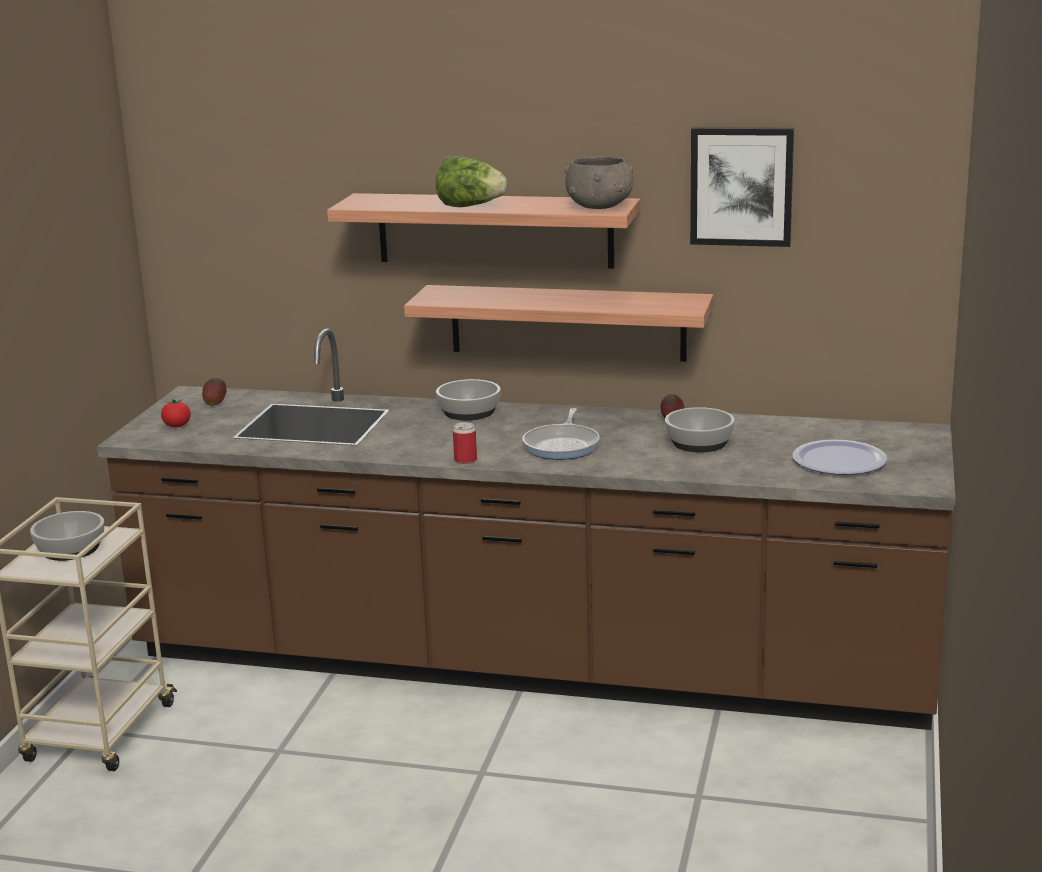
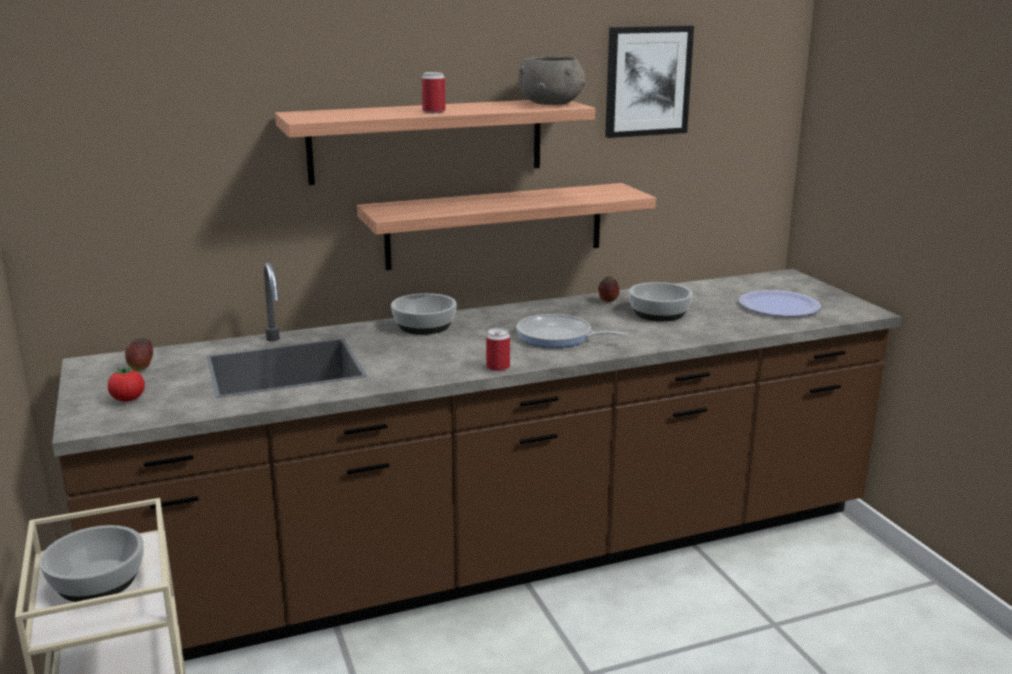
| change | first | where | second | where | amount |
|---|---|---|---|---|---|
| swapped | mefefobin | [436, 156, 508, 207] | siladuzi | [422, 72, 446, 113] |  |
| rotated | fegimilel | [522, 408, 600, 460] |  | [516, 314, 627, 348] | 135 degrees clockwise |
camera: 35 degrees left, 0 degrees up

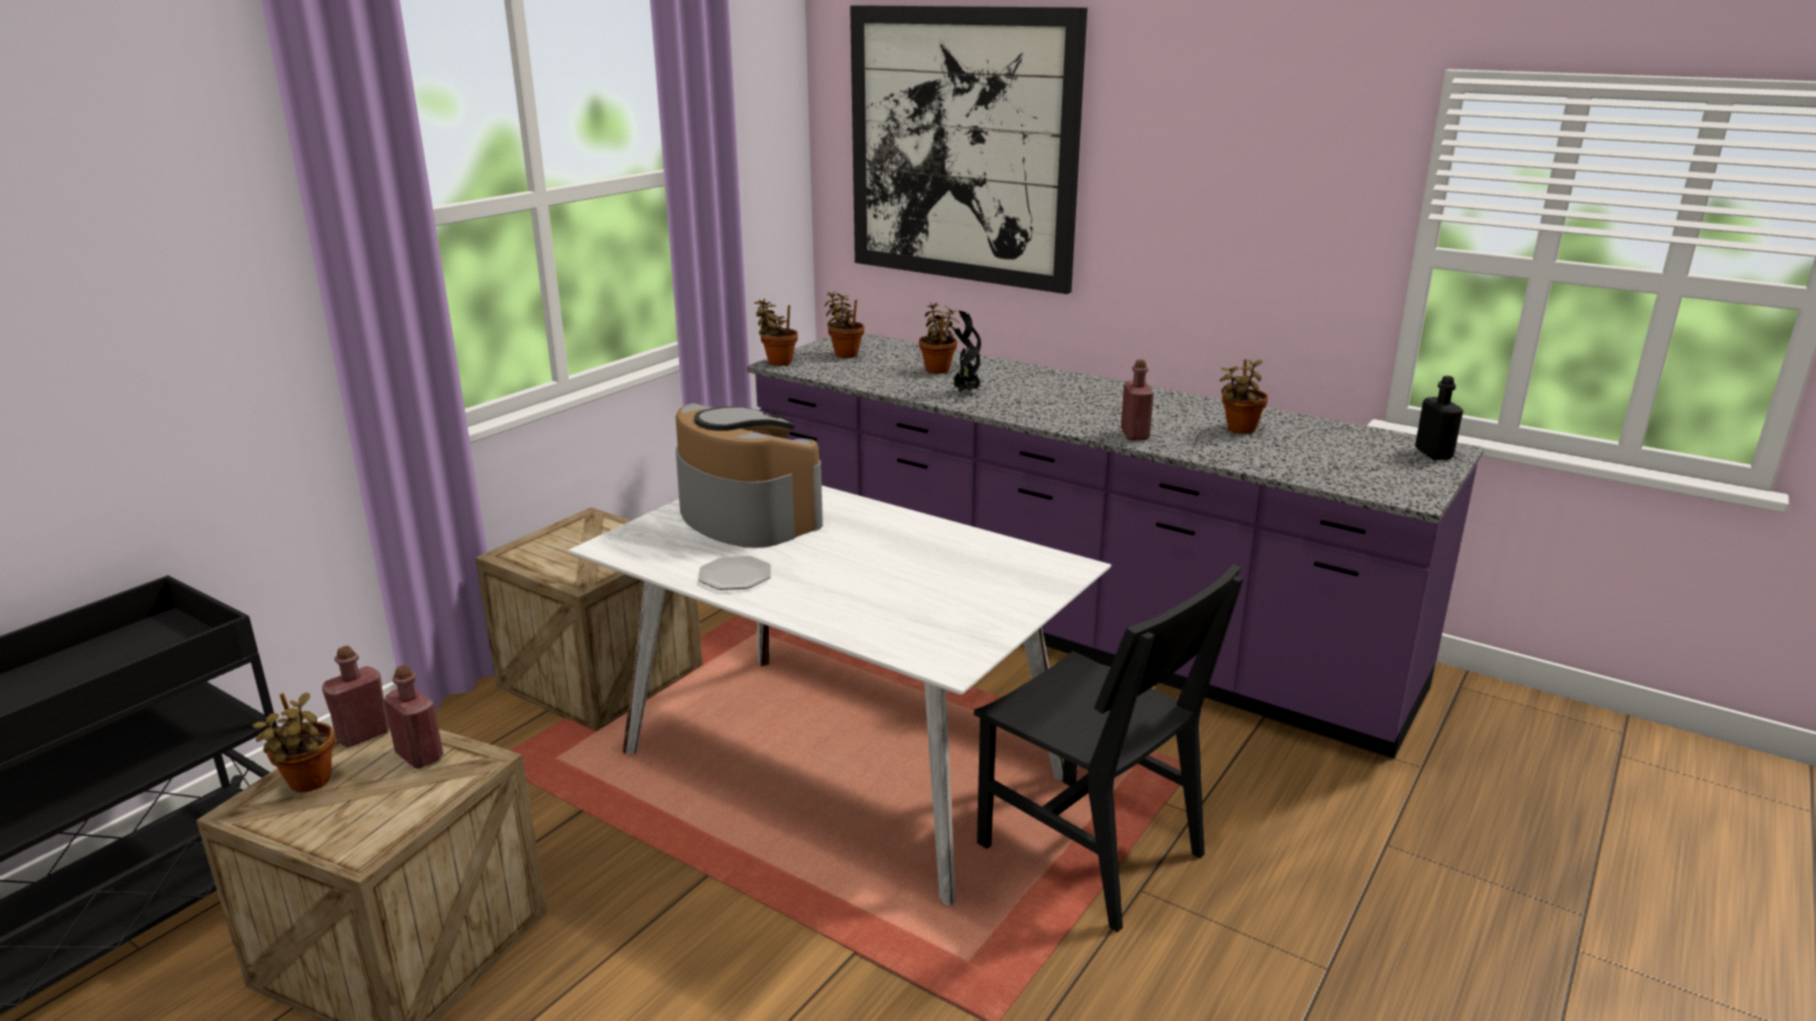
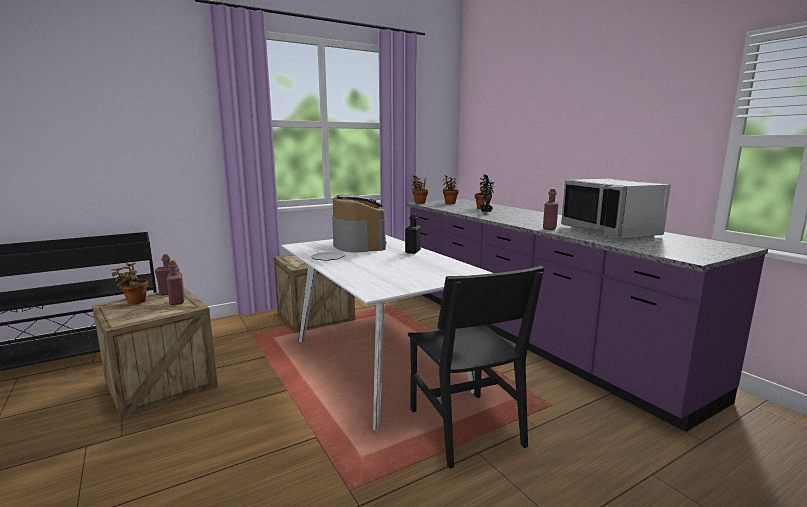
| change | first | where | second | where | amount |
|---|---|---|---|---|---|
| gone | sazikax | [850, 5, 1087, 294] |  |  |  |
| swapped | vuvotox | [1220, 359, 1268, 434] | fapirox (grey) | [561, 179, 671, 238] |  |
| shifted | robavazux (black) | [1415, 376, 1463, 460] |  | [405, 214, 421, 254] |  |
camera: 25 degrees right, 10 degrees down

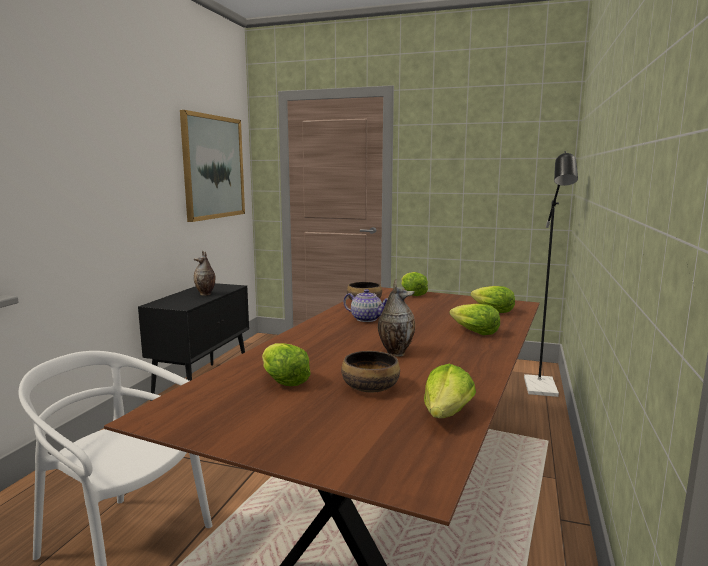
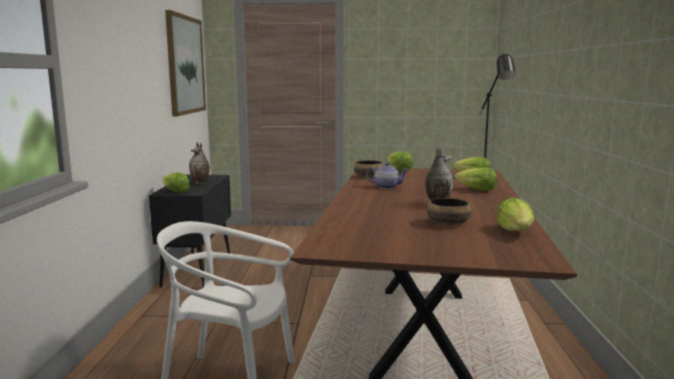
| change | first | where | second | where | amount |
|---|---|---|---|---|---|
| shifted | mefefobin | [262, 343, 310, 386] |  | [163, 172, 190, 193] |  |
camera: 15 degrees left, 0 degrees up

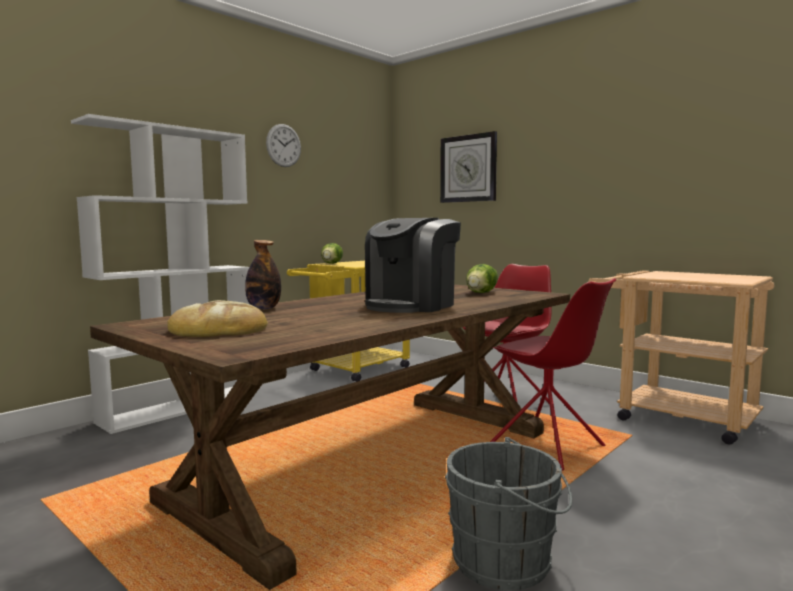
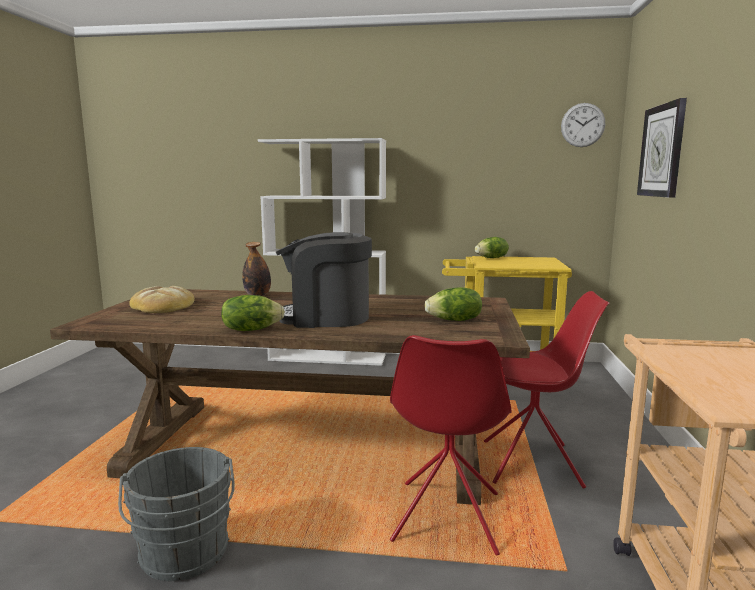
| change | first | where | second | where | amount |
|---|---|---|---|---|---|
| shifted | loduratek | [266, 124, 301, 167] |  | [561, 103, 605, 147] |  |
| new |  |  | mefefobin | [221, 295, 285, 331] |  |
camera: 55 degrees right, 5 degrees up

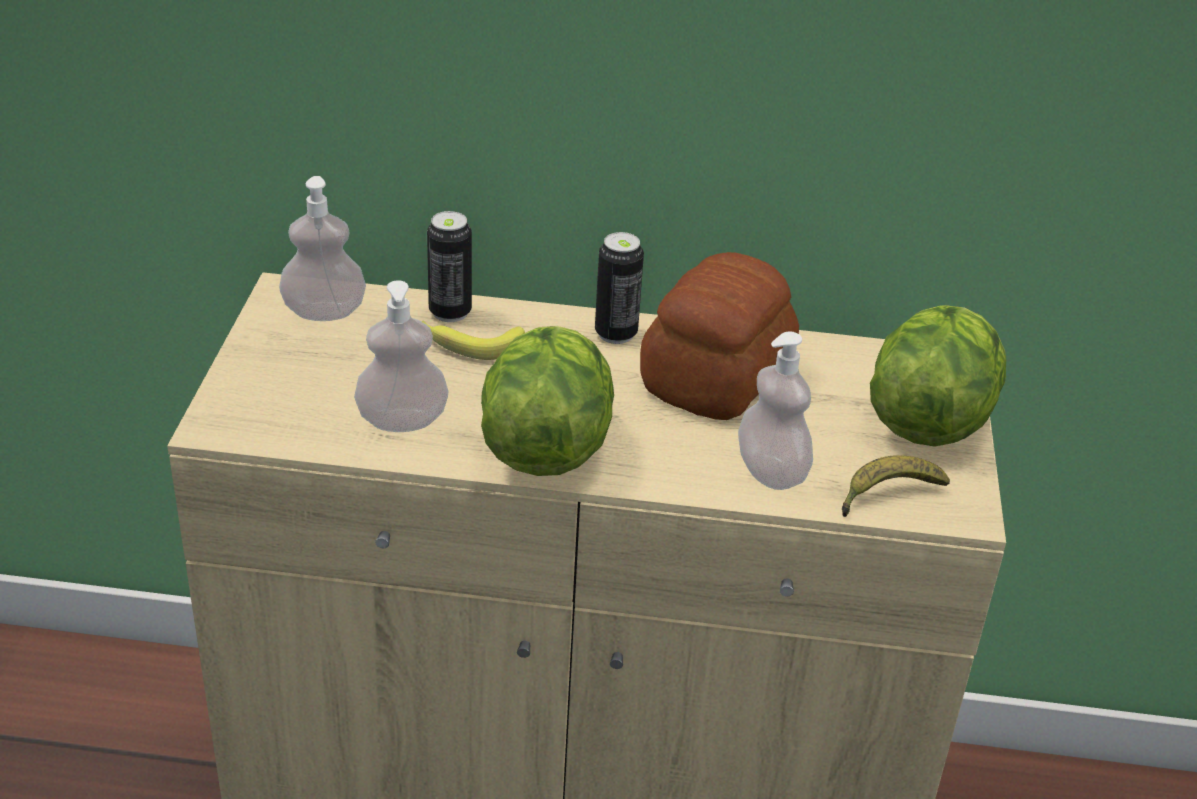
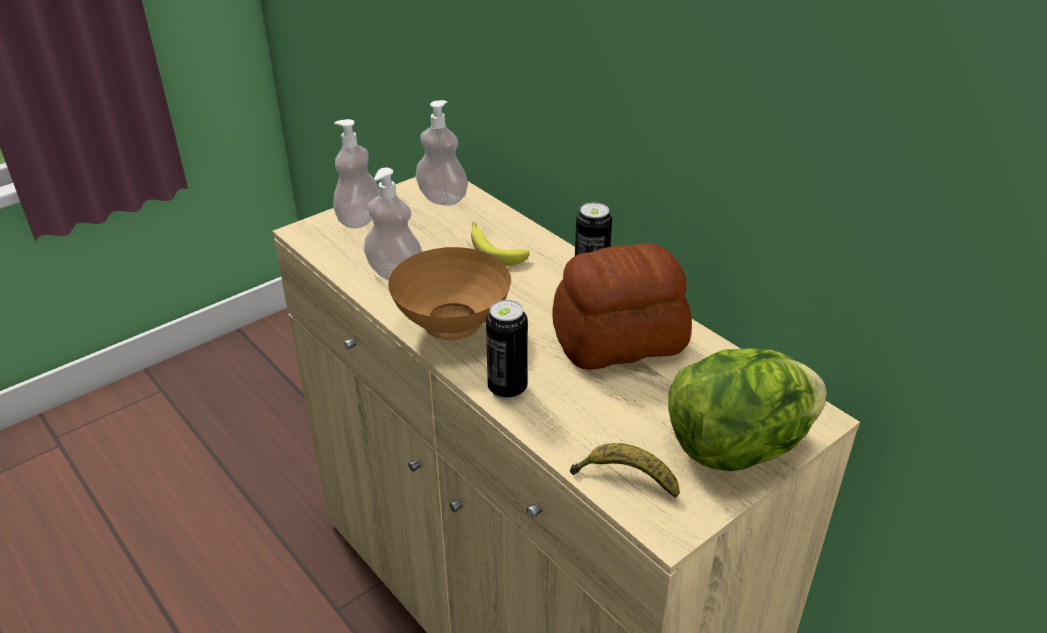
| change | first | where | second | where | amount |
|---|---|---|---|---|---|
| shifted | siladuzi | [427, 211, 472, 322] |  | [486, 300, 528, 400] |  |
| swapped | mefefobin | [481, 326, 614, 476] | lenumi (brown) | [388, 247, 511, 340] |  |
| shifted | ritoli | [738, 331, 813, 490] |  | [333, 119, 380, 228] |  |
camera: 45 degrees right, 0 degrees up

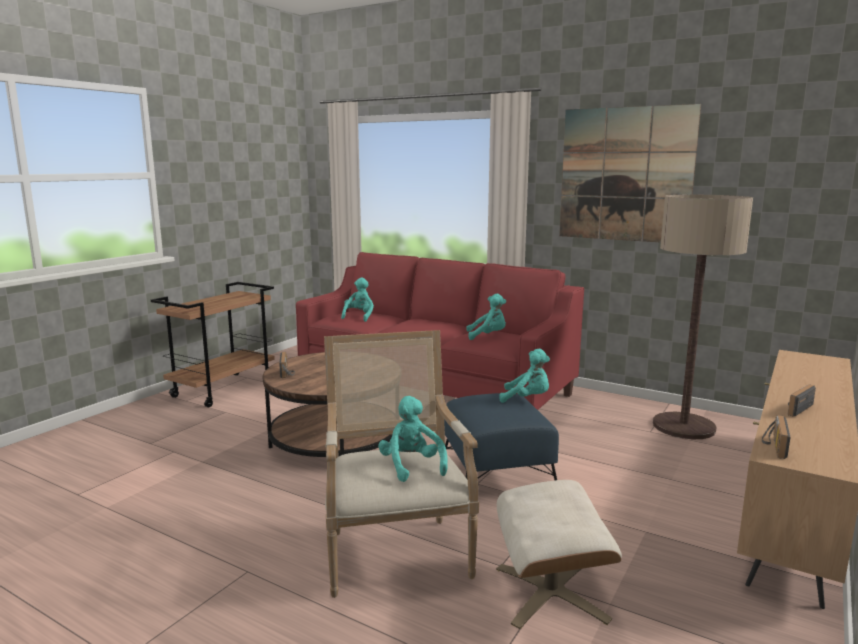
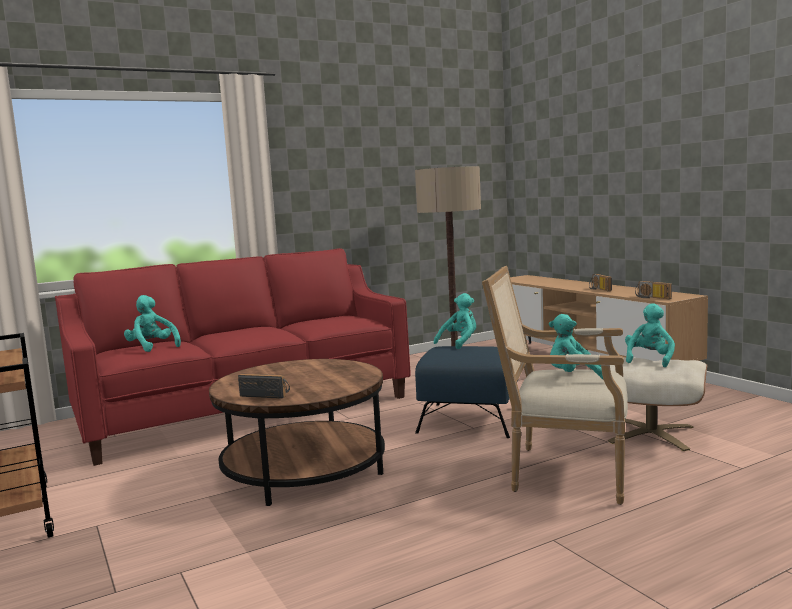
| change | first | where | second | where | amount |
|---|---|---|---|---|---|
| gone | sazikax | [559, 104, 701, 242] |  |  |  |
| shifted | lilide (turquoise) | [467, 294, 506, 340] |  | [625, 303, 675, 367] |  |
camera: 60 degrees left, 5 degrees down

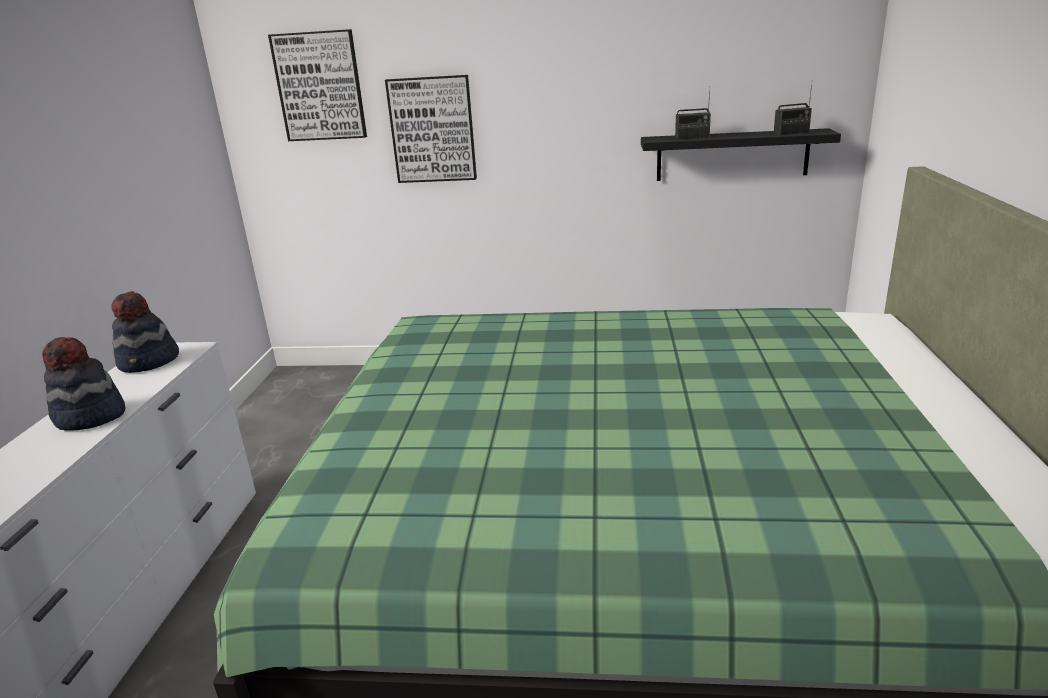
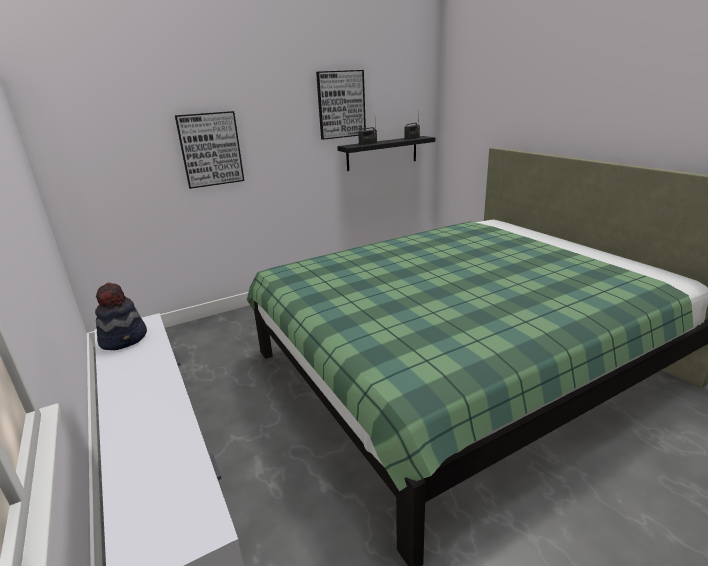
| change | first | where | second | where | amount |
|---|---|---|---|---|---|
| shifted | sazikax | [268, 29, 367, 141] |  | [316, 70, 366, 140] |  |
| gone | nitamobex | [42, 337, 125, 431] |  |  |  |
camera: 35 degrees left, 0 degrees up

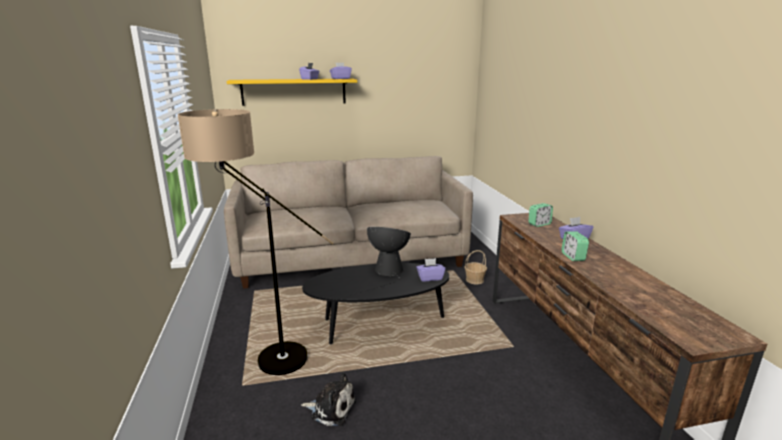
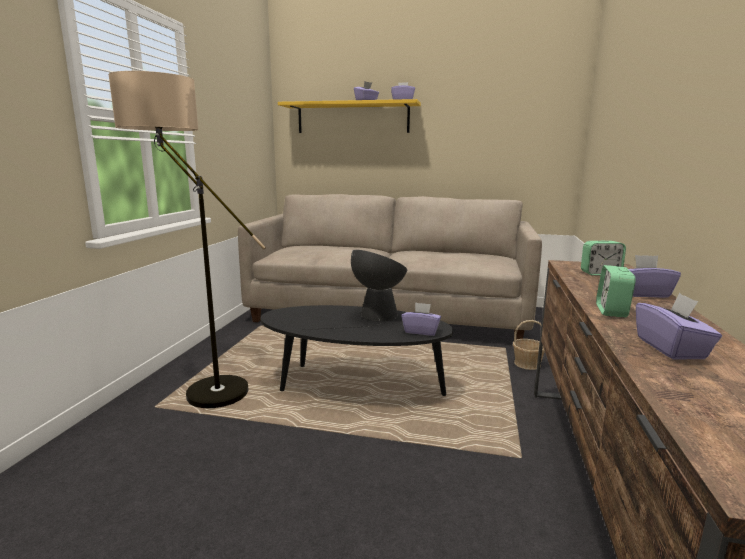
| change | first | where | second | where | amount |
|---|---|---|---|---|---|
| gone | lilide | [301, 373, 356, 426] |  |  |  |
| new |  |  | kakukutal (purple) | [636, 293, 722, 359] |  |
camera: 25 degrees right, 5 degrees down

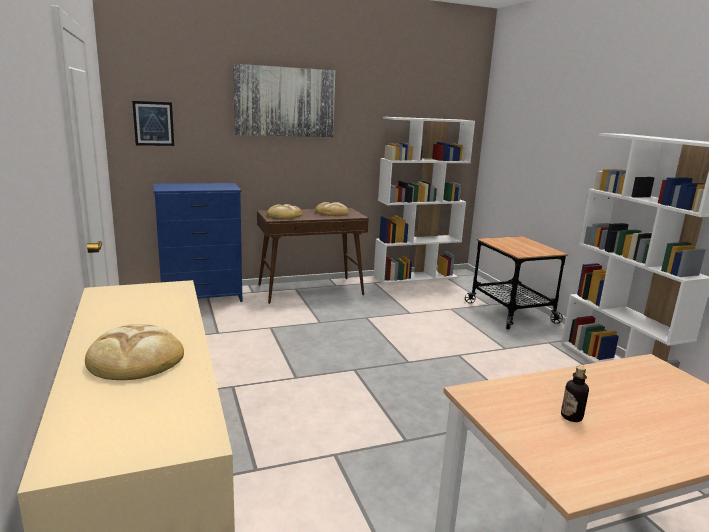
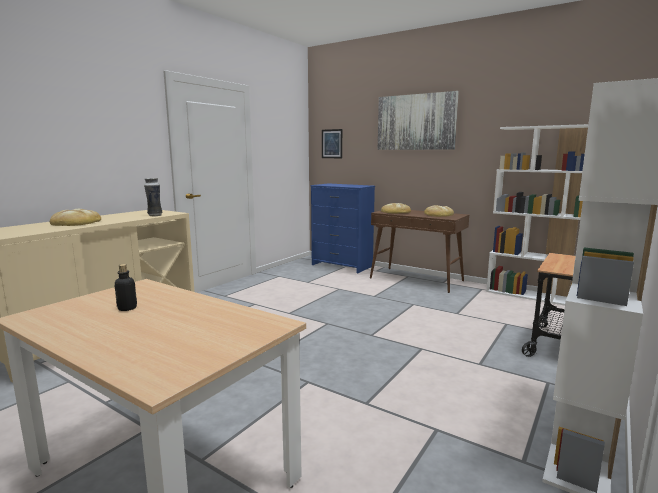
| change | first | where | second | where | amount |
|---|---|---|---|---|---|
| new |  |  | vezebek | [144, 178, 162, 216] |  |
camera: 55 degrees right, 5 degrees down

